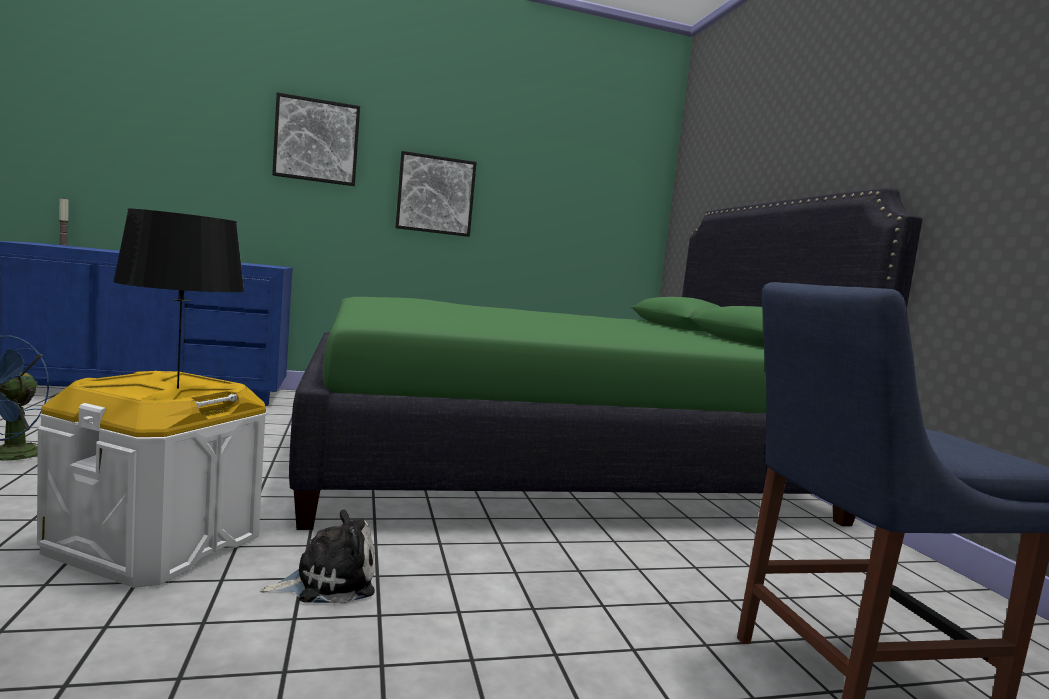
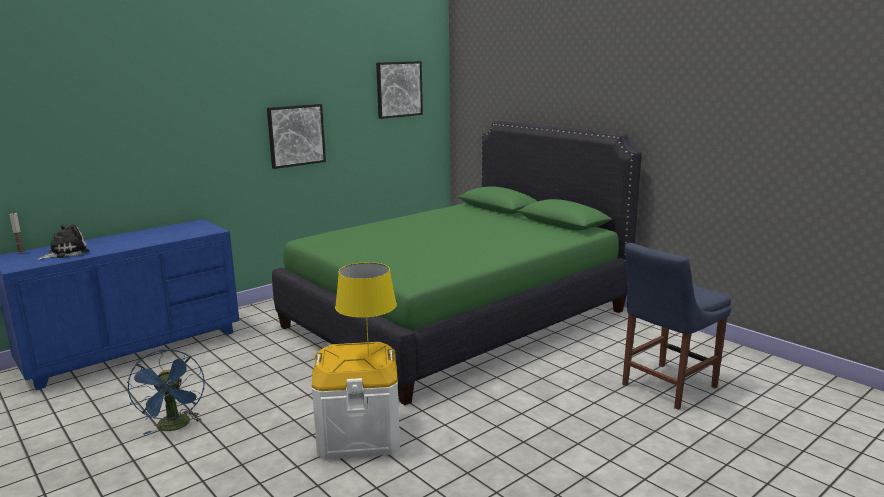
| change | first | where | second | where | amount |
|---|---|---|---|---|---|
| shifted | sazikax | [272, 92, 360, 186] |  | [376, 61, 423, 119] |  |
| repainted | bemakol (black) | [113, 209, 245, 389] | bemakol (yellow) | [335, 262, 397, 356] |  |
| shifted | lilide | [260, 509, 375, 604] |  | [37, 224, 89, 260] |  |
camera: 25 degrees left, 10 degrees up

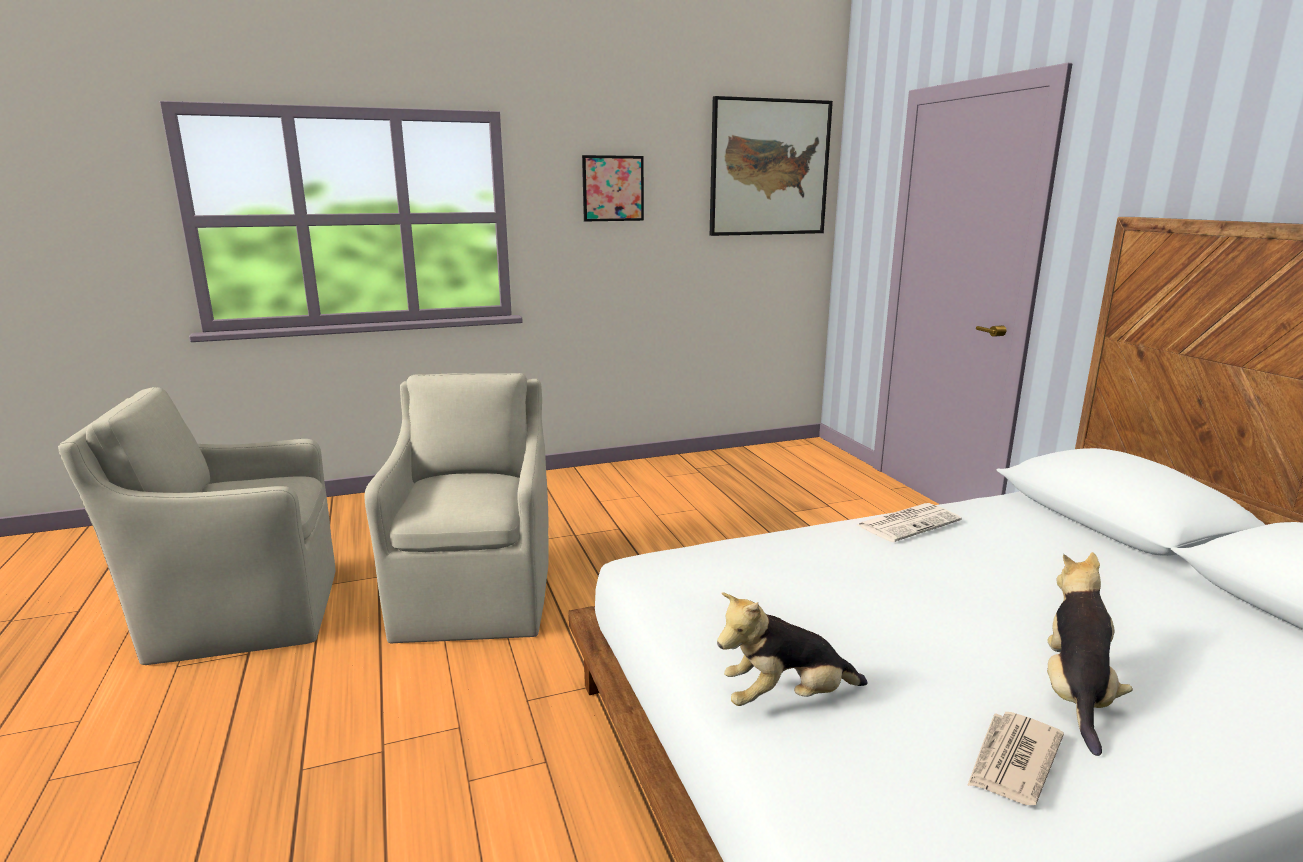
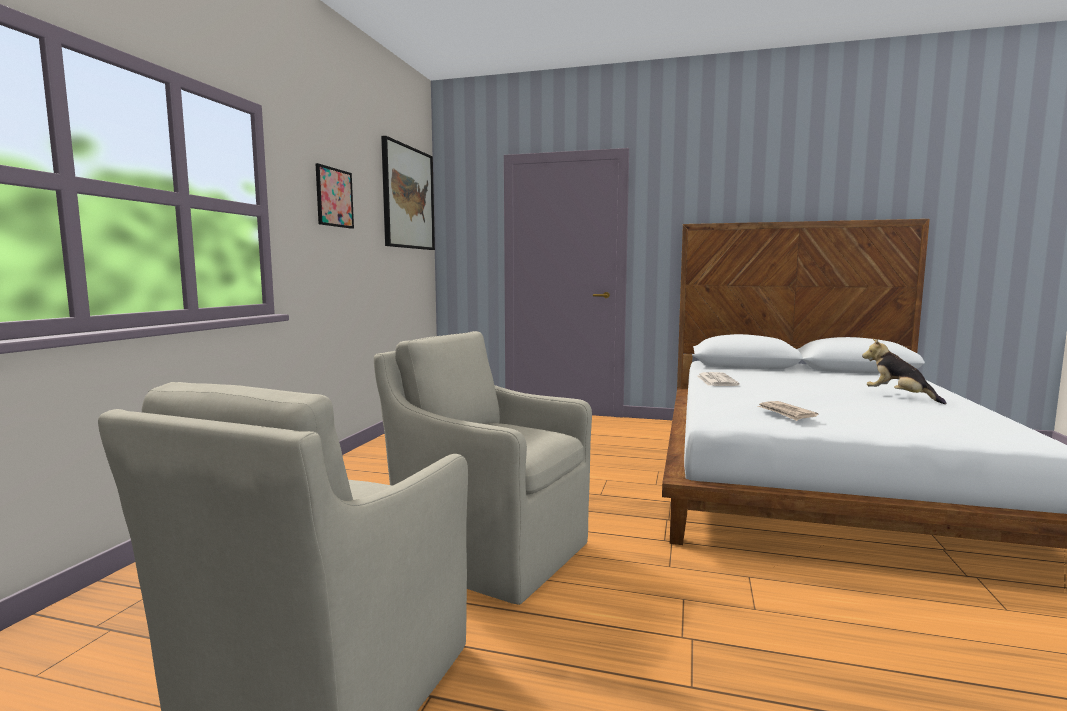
| change | first | where | second | where | amount |
|---|---|---|---|---|---|
| gone | lilide | [717, 592, 868, 706] |  |  |  |
| shifted | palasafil | [967, 712, 1064, 805] |  | [758, 401, 818, 421] |  |
camera: 55 degrees left, 10 degrees down

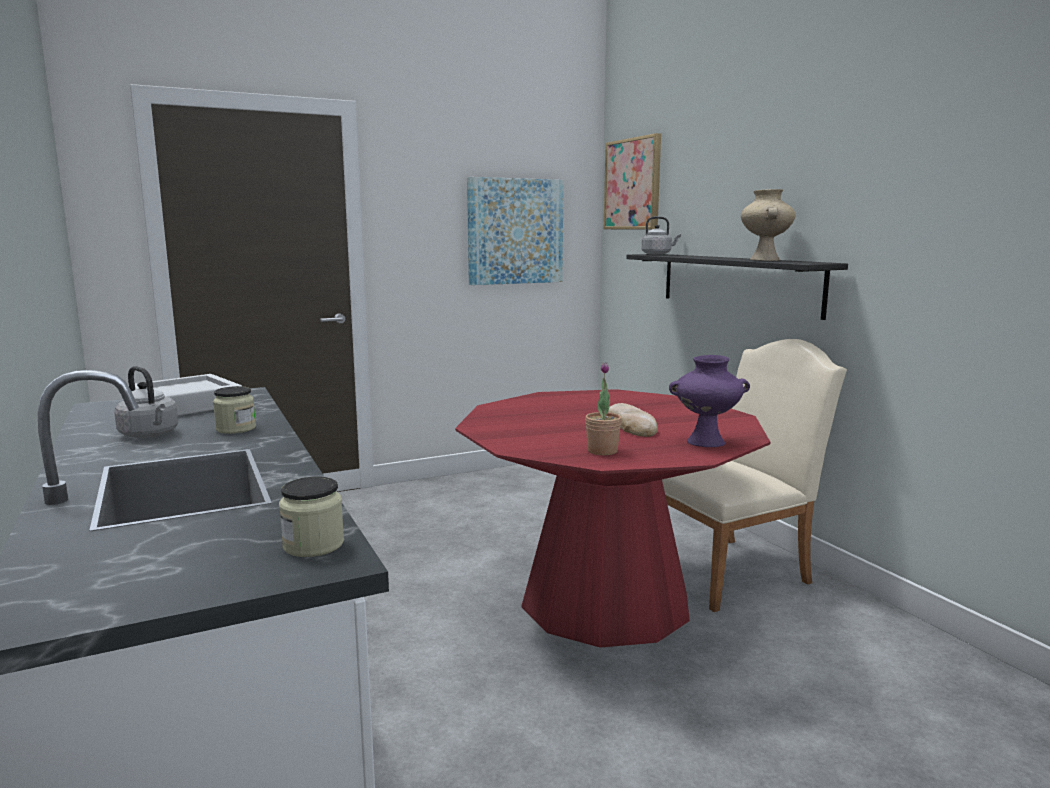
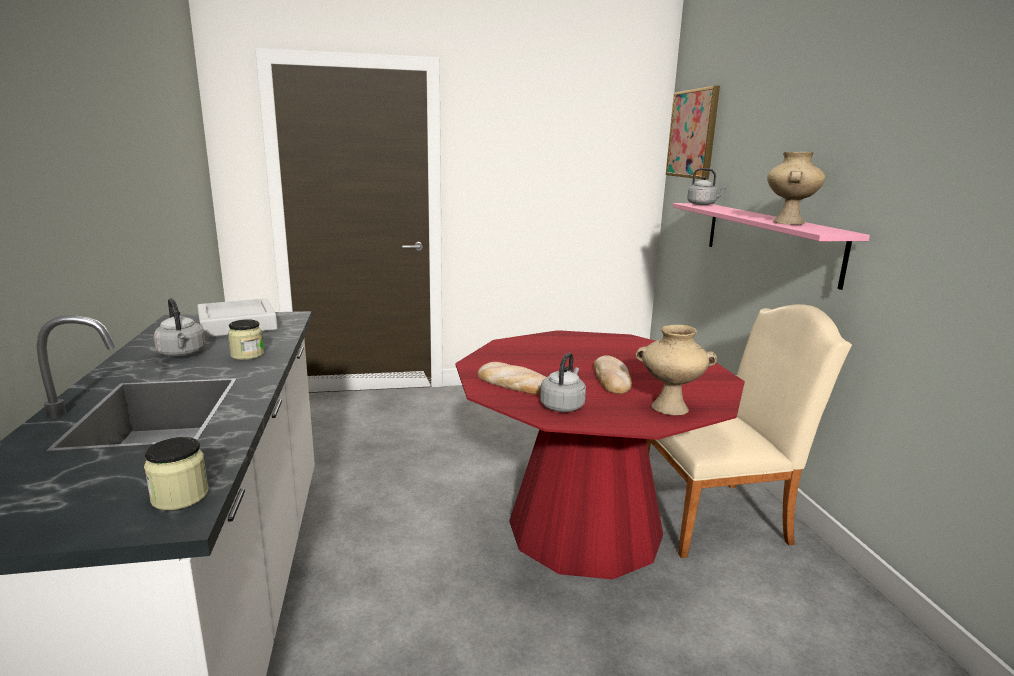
| change | first | where | second | where | amount |
|---|---|---|---|---|---|
| gone | sazikax | [467, 177, 564, 285] |  |  |  |
| repainted | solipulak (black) | [626, 254, 848, 320] | solipulak (pink) | [673, 203, 870, 290] |  |
| repainted | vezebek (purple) | [669, 355, 750, 447] | vezebek (beige) | [636, 325, 717, 415] |  |
| swapped | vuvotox | [585, 362, 622, 455] | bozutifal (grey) | [540, 353, 586, 412] |  |
| new |  |  | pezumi | [478, 362, 547, 395] |  |
camera: 15 degrees right, 5 degrees up

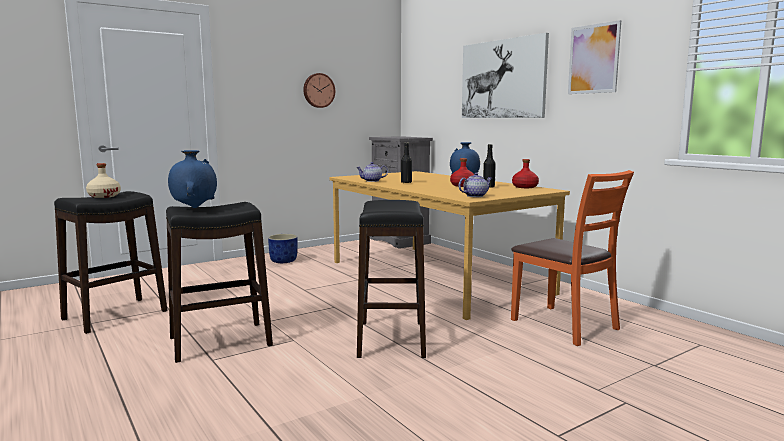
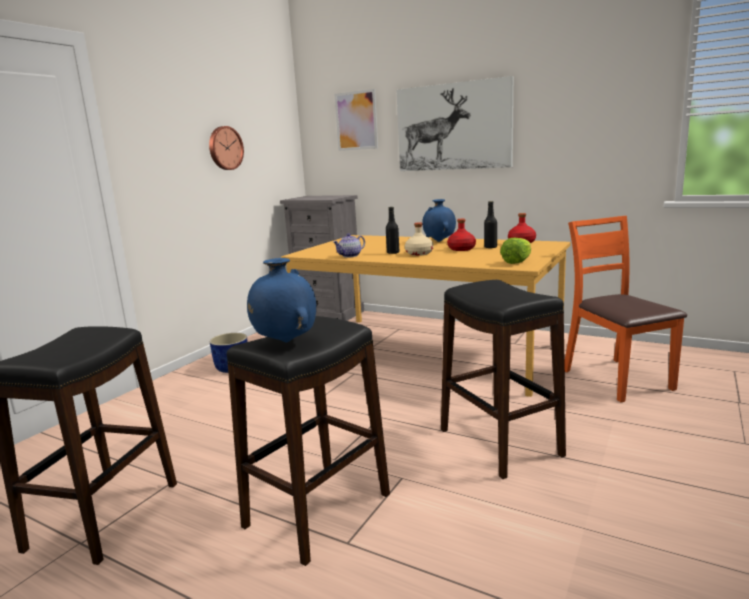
| change | first | where | second | where | amount |
|---|---|---|---|---|---|
| shifted | sazikax | [568, 20, 621, 94] |  | [335, 89, 378, 151] |  |
| shifted | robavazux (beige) | [86, 163, 121, 198] |  | [405, 222, 433, 256] |  |
| rotated | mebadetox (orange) | [511, 170, 634, 346] |  | [564, 216, 687, 402] | 135 degrees counterclockwise |
| swapped | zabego | [459, 173, 492, 197] | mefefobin | [500, 237, 531, 264] |  |
camera: 25 degrees left, 5 degrees up

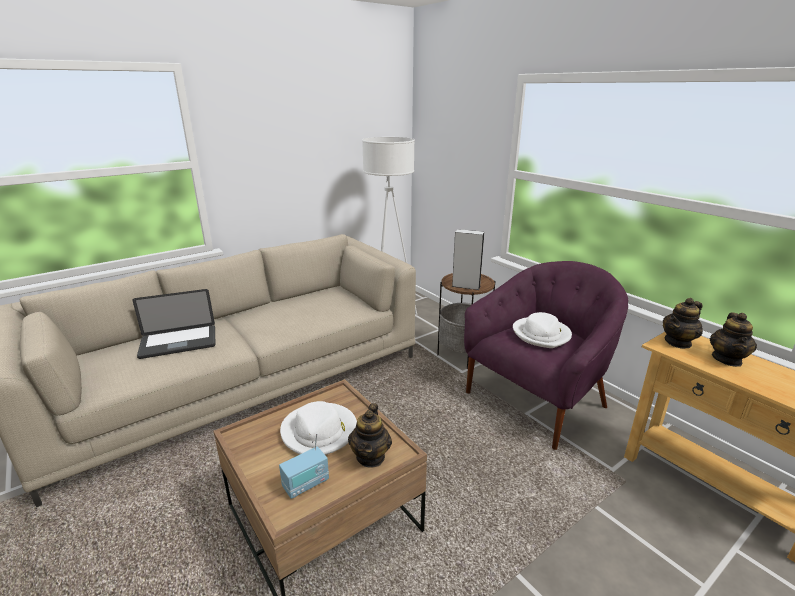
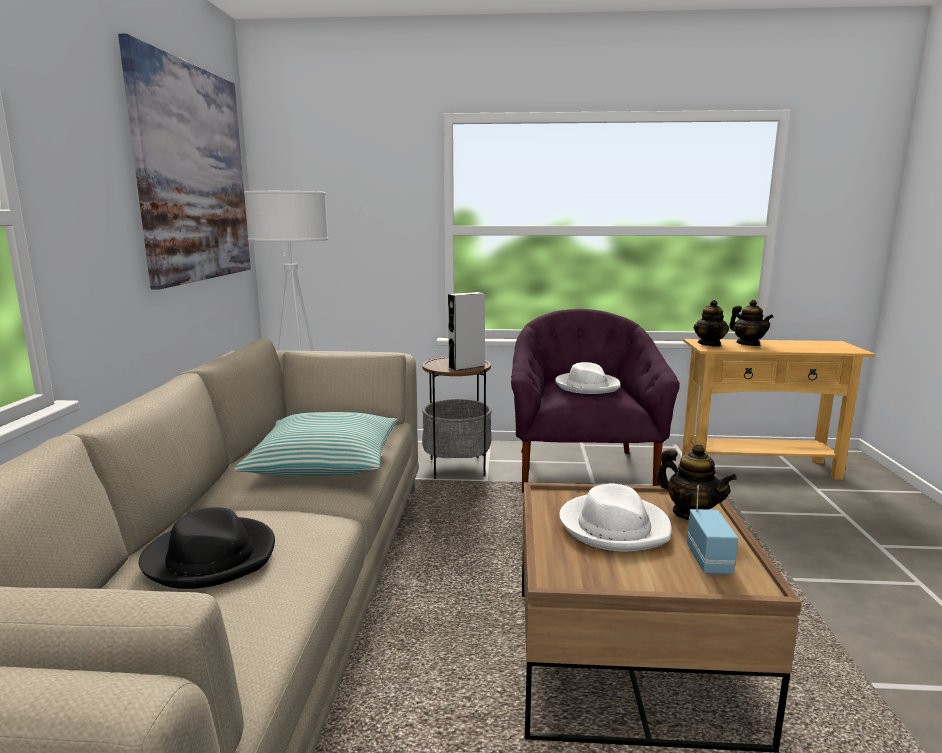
| change | first | where | second | where | amount |
|---|---|---|---|---|---|
| swapped | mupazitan | [132, 289, 215, 359] | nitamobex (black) | [139, 507, 275, 589] |  |
| new |  |  | sazikax | [118, 33, 251, 290] |  |
| new |  |  | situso | [234, 412, 397, 477] |  |
camera: 50 degrees left, 10 degrees down

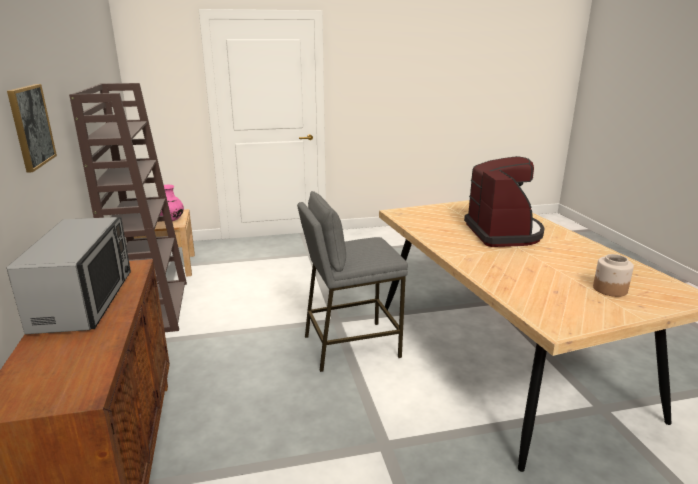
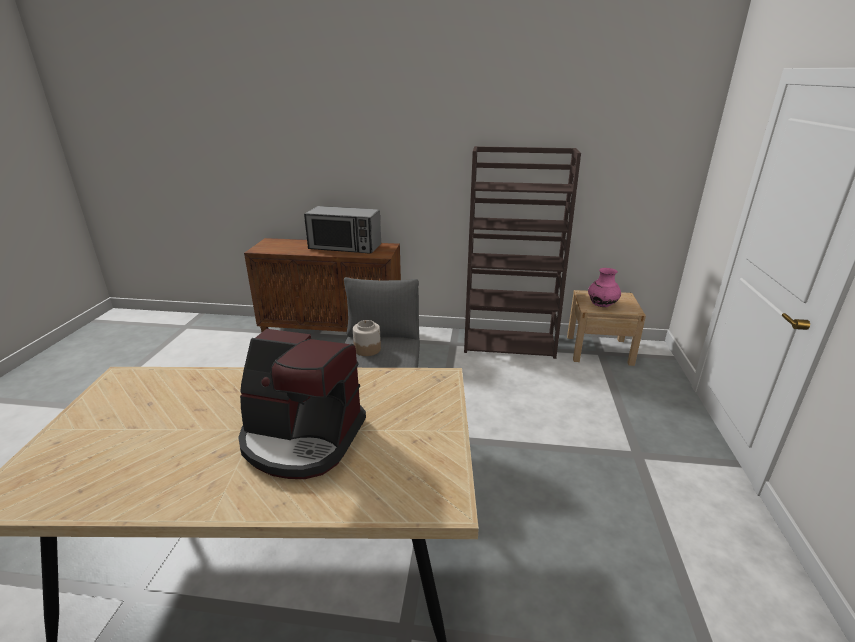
| change | first | where | second | where | amount |
|---|---|---|---|---|---|
| gone | sazikax | [7, 84, 57, 173] |  |  |  |
| shifted | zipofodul | [593, 254, 634, 297] |  | [353, 320, 381, 356] |  |
camera: 110 degrees right, 5 degrees up

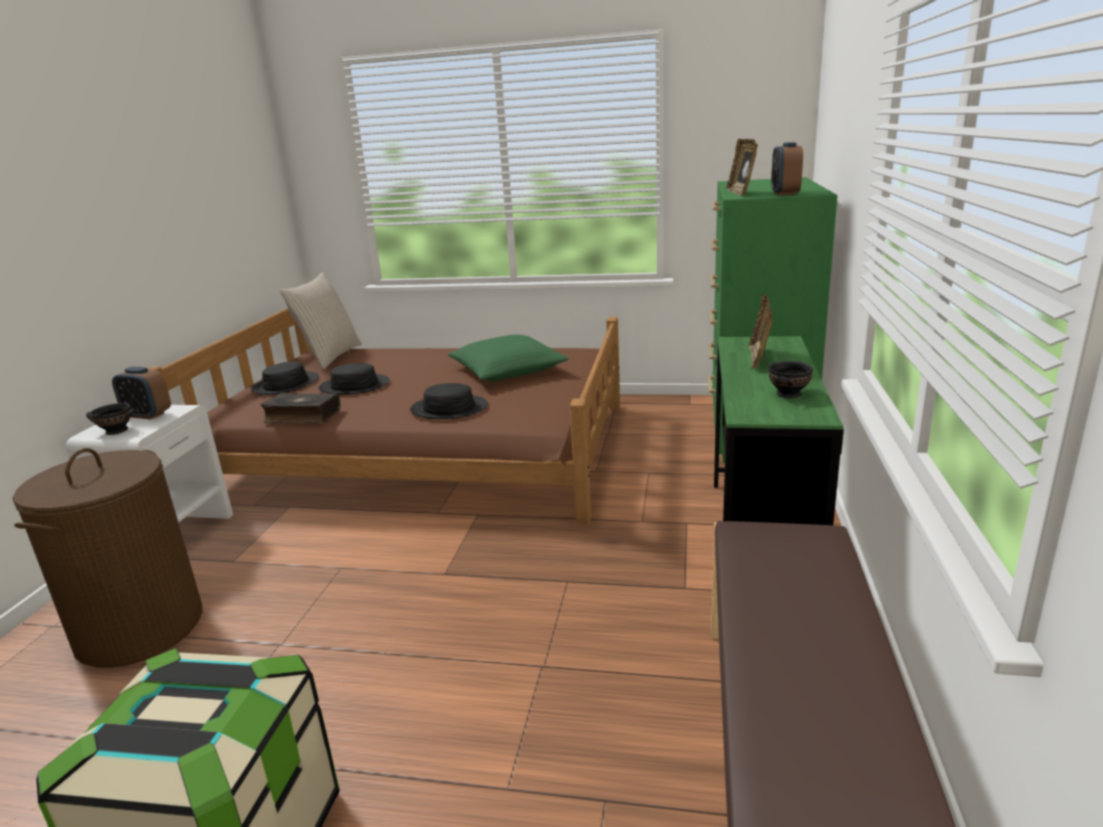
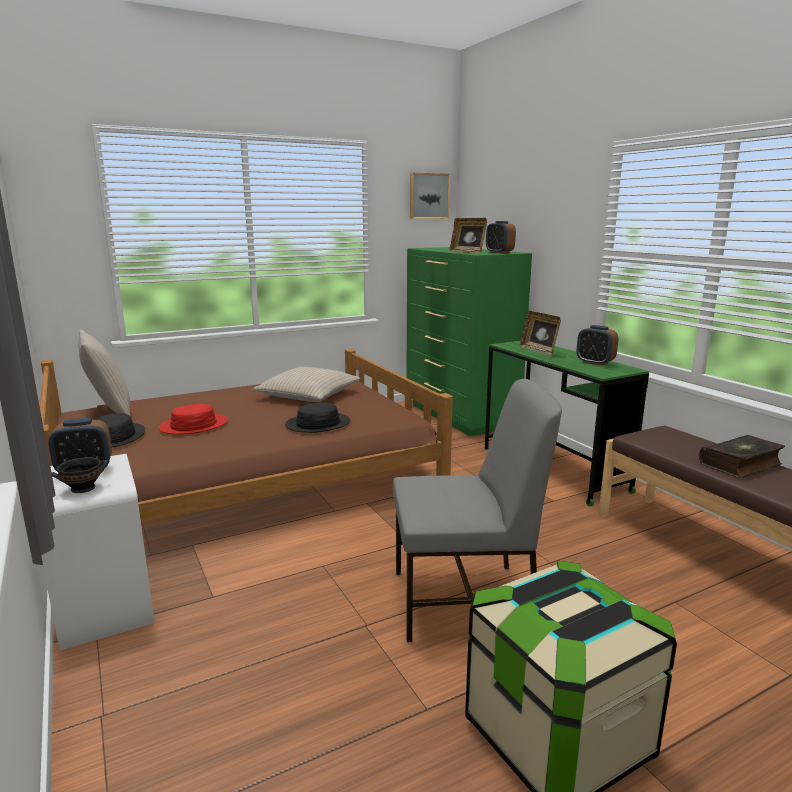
| change | first | where | second | where | amount |
|---|---|---|---|---|---|
| repainted | situso (green) | [448, 335, 569, 381] | situso (beige) | [253, 367, 360, 402] |  |
| swapped | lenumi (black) | [768, 361, 813, 398] | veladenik | [577, 325, 618, 366] |  |
| repainted | nitamobex (black) | [319, 363, 390, 395] | nitamobex (red) | [159, 404, 228, 434] |  |
| shifted | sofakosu | [261, 393, 340, 423] |  | [699, 435, 785, 478] |  |
| gone | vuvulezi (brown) | [13, 448, 202, 668] |  |  |  |
| new |  |  | sazikax | [410, 173, 450, 219] |  |
| new |  |  | mebadetox (grey) | [393, 379, 562, 642] |  |
camera: 40 degrees left, 5 degrees down

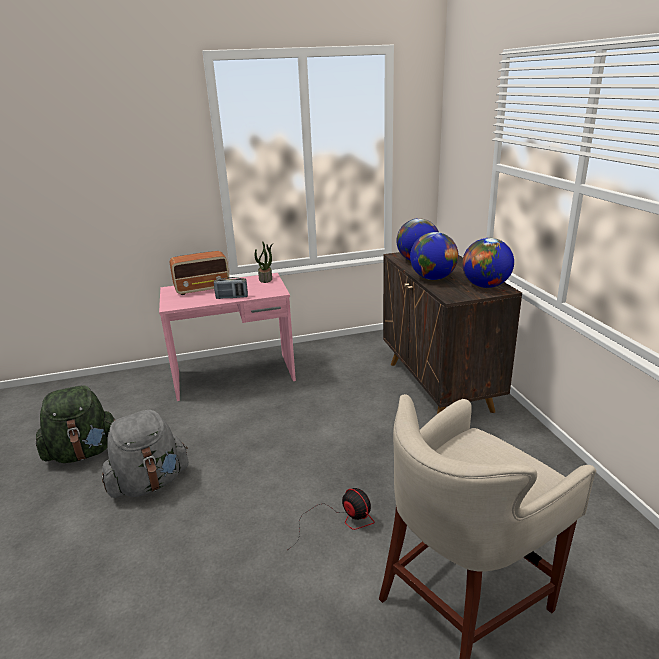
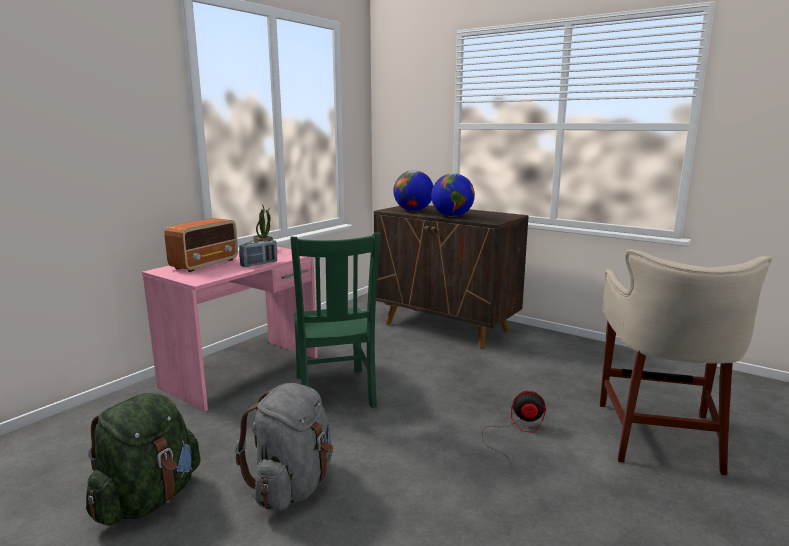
| change | first | where | second | where | amount |
|---|---|---|---|---|---|
| gone | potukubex | [462, 238, 514, 288] |  |  |  |
| new |  |  | mebadetox (green) | [290, 232, 381, 408] |  |
camera: 40 degrees left, 10 degrees down

